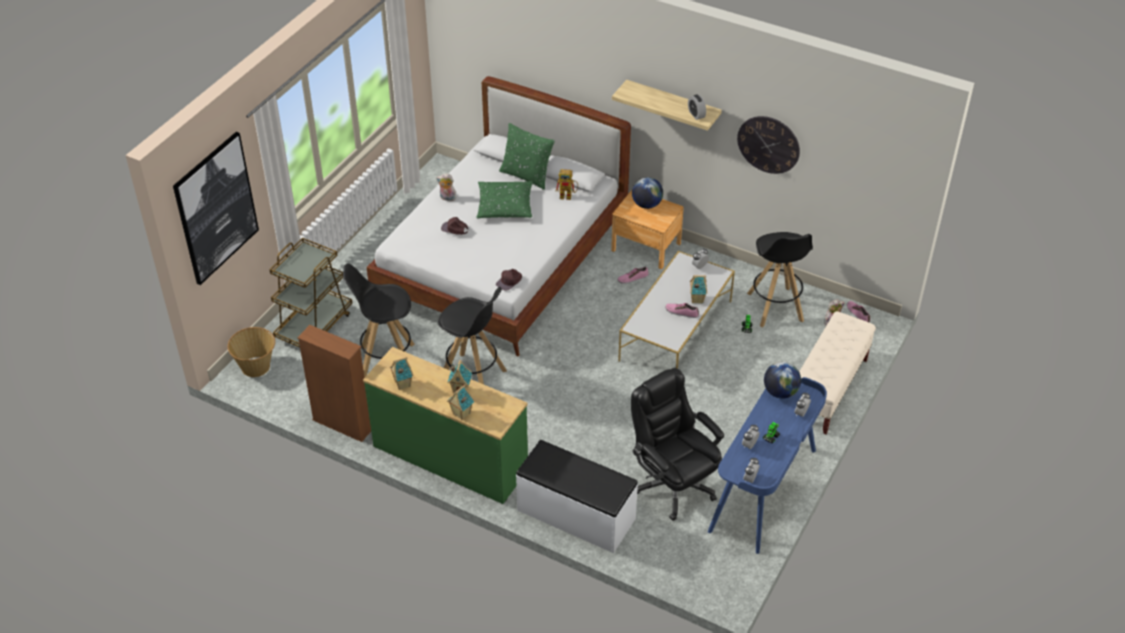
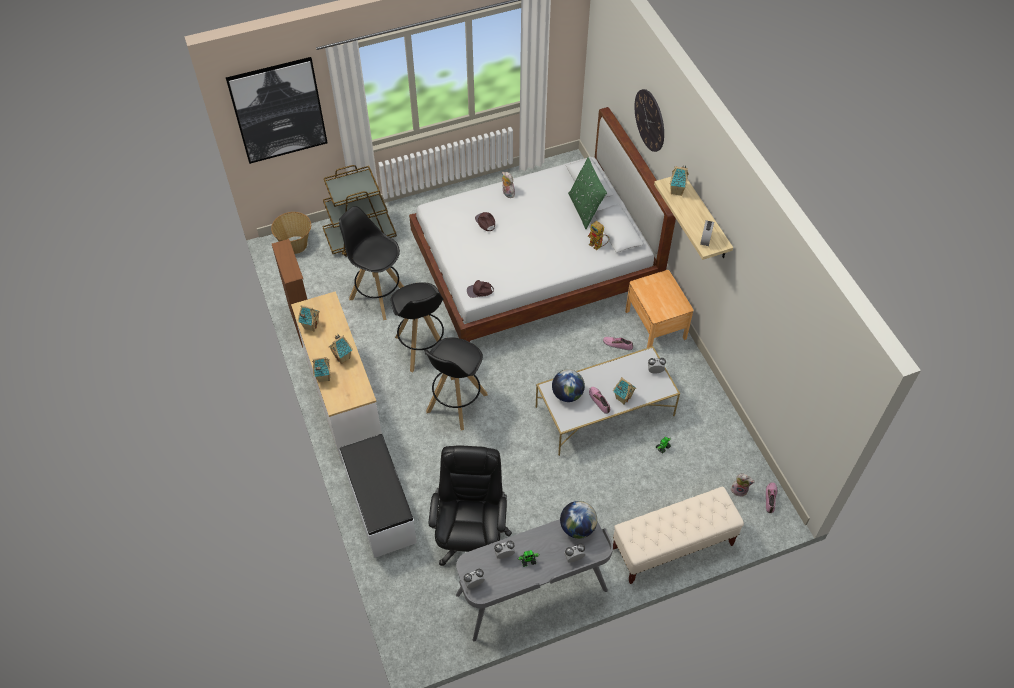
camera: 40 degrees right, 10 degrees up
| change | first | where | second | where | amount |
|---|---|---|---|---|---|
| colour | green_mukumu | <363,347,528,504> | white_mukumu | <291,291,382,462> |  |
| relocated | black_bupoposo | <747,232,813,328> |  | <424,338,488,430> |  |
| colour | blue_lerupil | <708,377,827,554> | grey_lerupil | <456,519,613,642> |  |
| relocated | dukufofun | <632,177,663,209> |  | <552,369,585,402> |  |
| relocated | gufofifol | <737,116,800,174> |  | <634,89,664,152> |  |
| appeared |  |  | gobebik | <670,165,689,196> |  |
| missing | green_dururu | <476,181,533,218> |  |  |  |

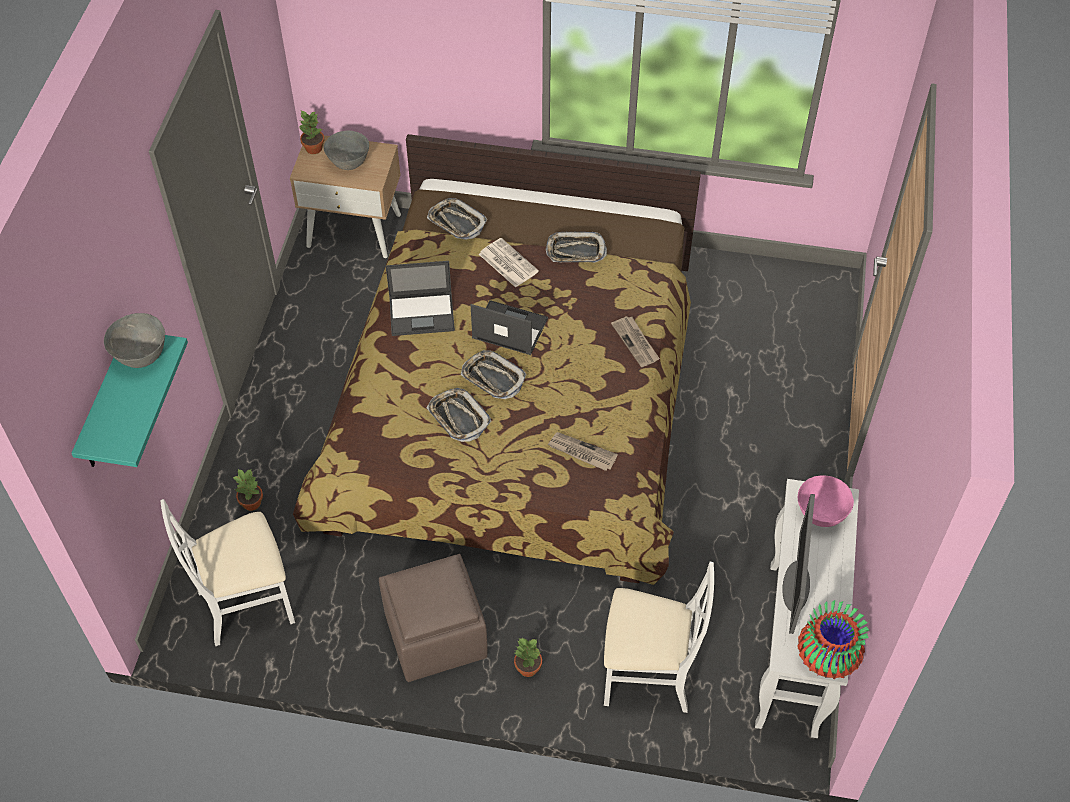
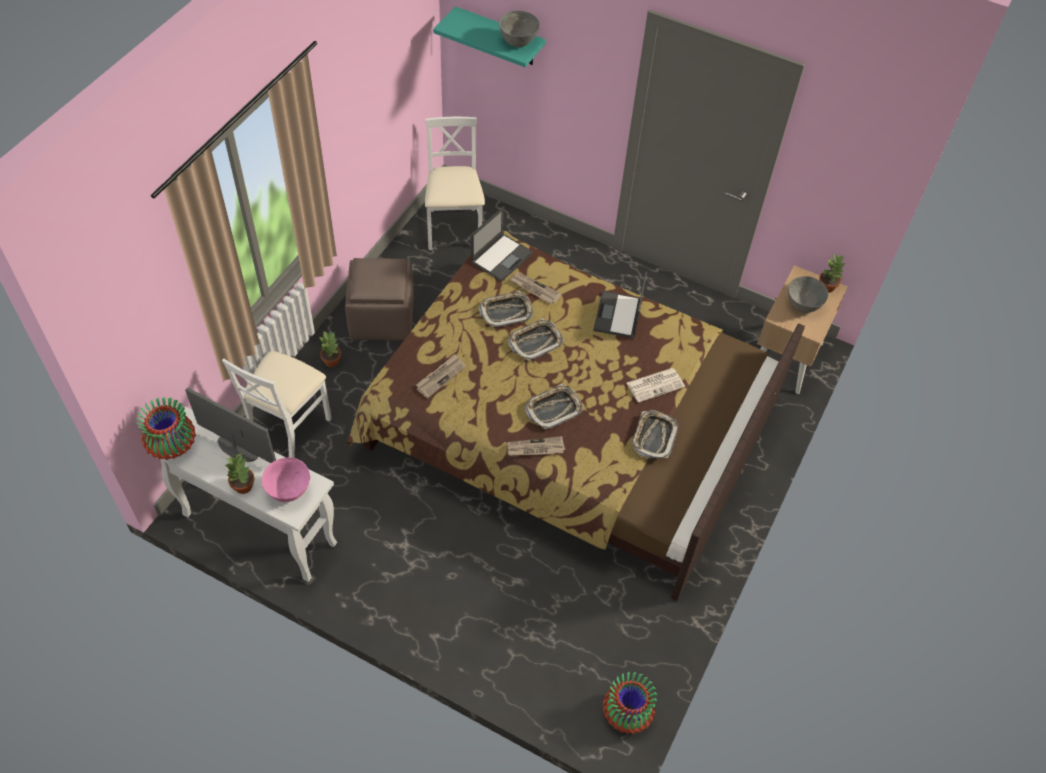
camera: 105 degrees right, 0 degrees up
| change | first | where | second | where | amount |
|---|---|---|---|---|---|
| relocated | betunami | <232,469,263,511> |  | <224,453,255,494> |  |
| relocated | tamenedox | <470,300,548,355> |  | <471,206,533,282> |  |
| appeared |  |  | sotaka | <510,272,562,304> |  |
| relocated | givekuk | <427,198,488,240> |  | <525,384,583,430> |  |
| appeared |  |  | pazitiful | <603,671,657,734> |  |

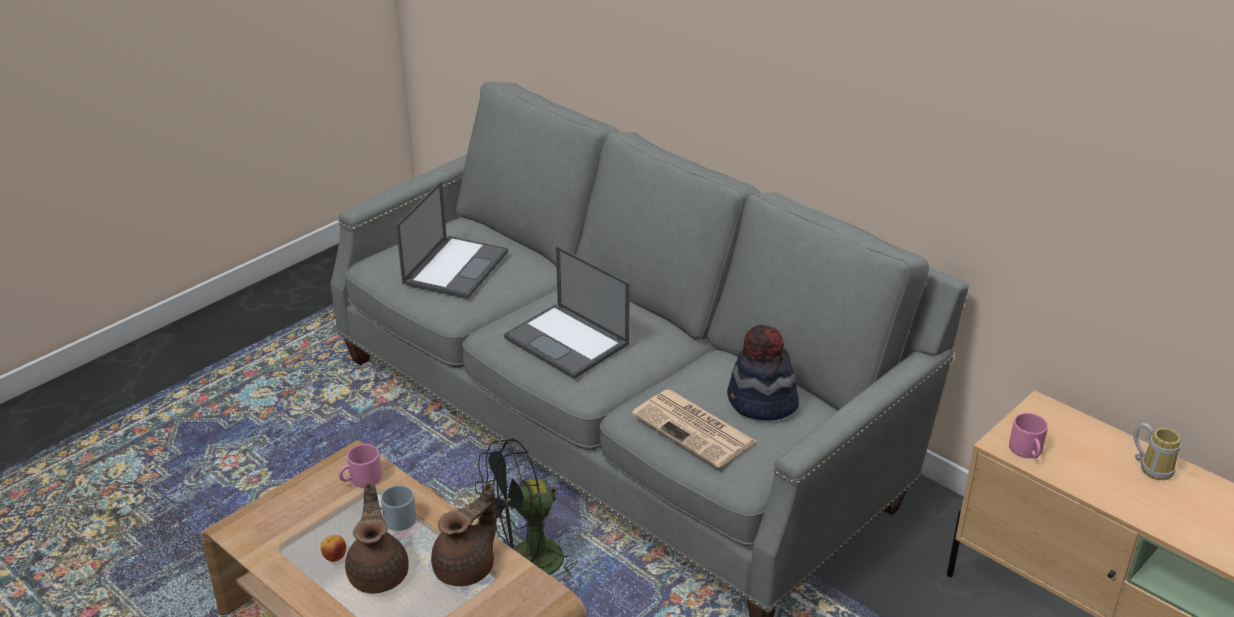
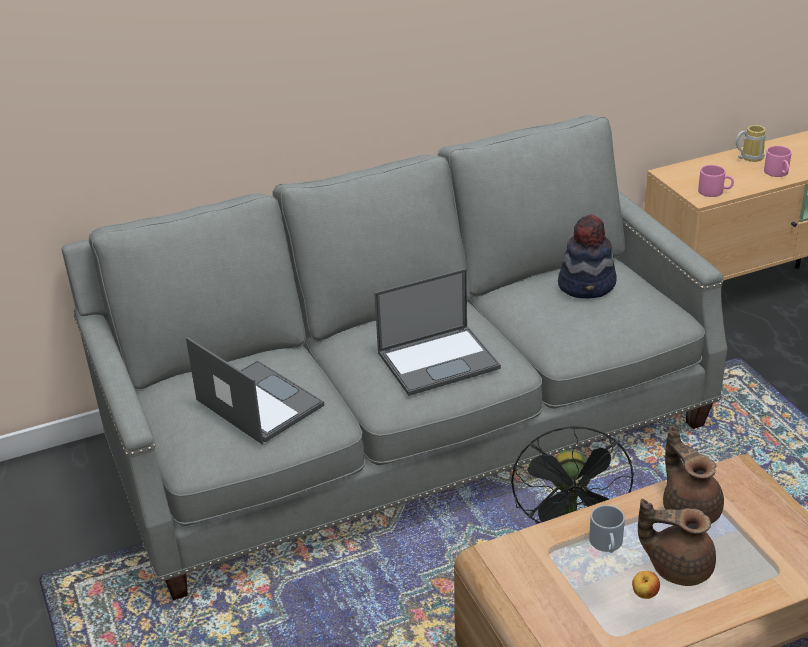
camera: 65 degrees left, 0 degrees up
| change | first | where | second | where | amount |
|---|---|---|---|---|---|
| relocated | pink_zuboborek | <339,444,382,488> |  | <764,146,792,177> |  |
| missing | sotaka | <632,389,757,468> |  |  |  |

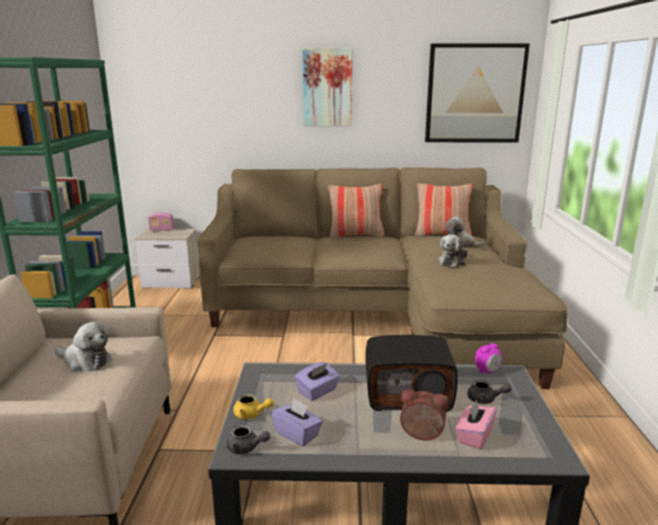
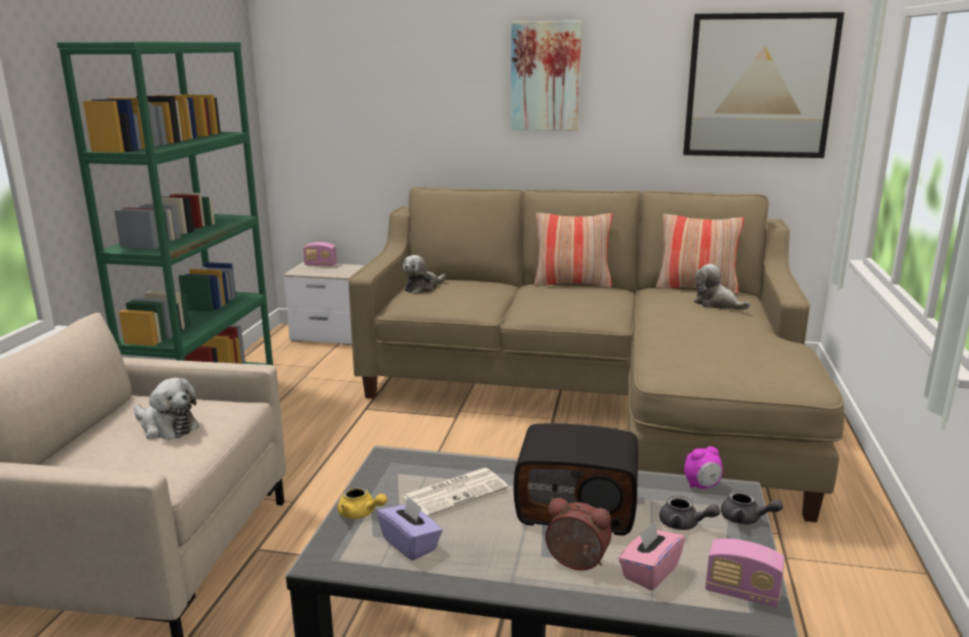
camera: 10 degrees right, 0 degrees up
| change | first | where | second | where | amount |
|---|---|---|---|---|---|
| relocated | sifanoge | <438,234,468,268> |  | <403,255,446,294> |  |
| exchanged | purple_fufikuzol | <295,362,340,401> | sotaka | <403,468,509,516> |  |
| appeared |  |  | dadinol | <705,539,785,608> |  |
| relocated | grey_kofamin | <226,425,270,454> |  | <721,490,783,524> |  |

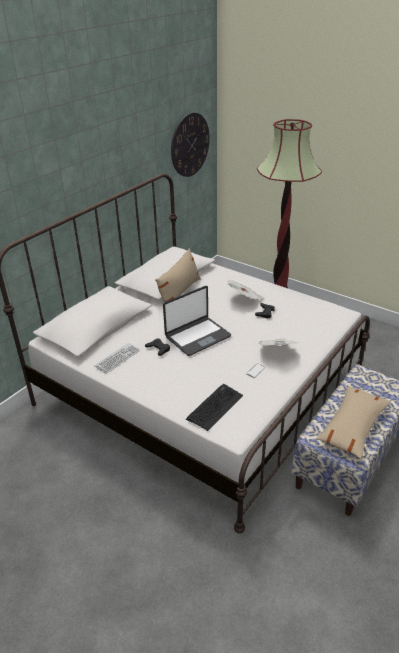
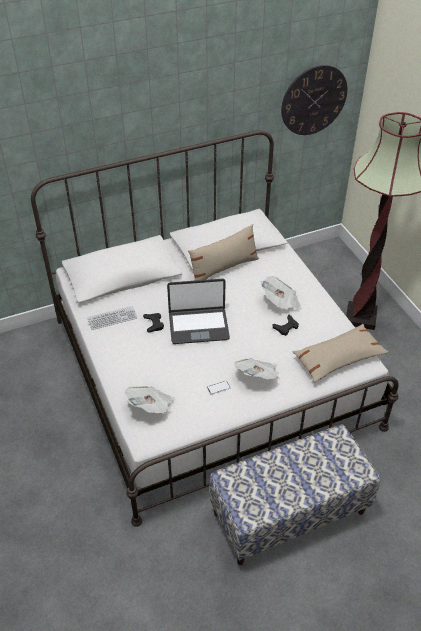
camera: 30 degrees right, 10 degrees up
| change | first | where | second | where | amount |
|---|---|---|---|---|---|
| exchanged | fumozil | <186,384,243,431> | sotaka | <125,386,175,413> |  |
| relocated | beige_dururu | <316,386,391,459> |  | <293,324,389,383> |  |

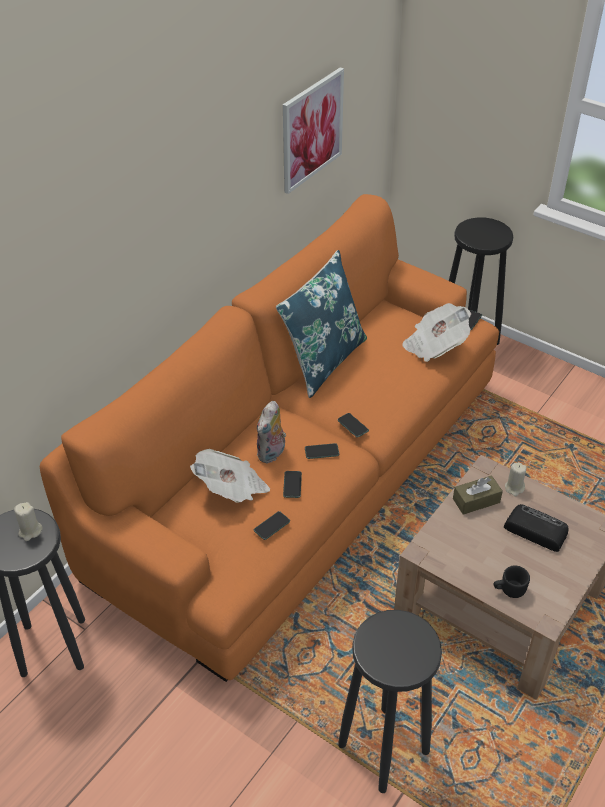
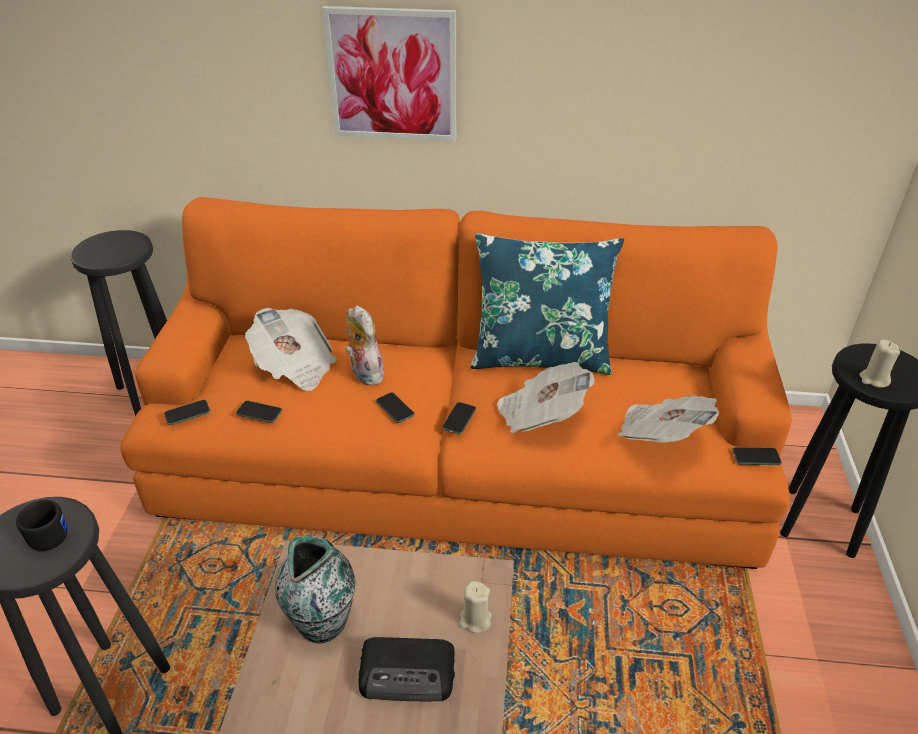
camera: 60 degrees right, 5 degrees down
| change | first | where | second | where | amount |
|---|---|---|---|---|---|
| relocated | black_zuboborek | <494,565,530,598> |  | <16,500,68,551> |  |
| relocated | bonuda | <283,471,302,498> |  | <164,400,210,425> |  |
| appeared |  |  | pazitiful | <275,536,356,644> |  |
| relocated | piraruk | <283,68,344,194> |  | <322,6,456,141> |  |
| spun | sifanoge | <257,401,286,463> |  | <345,305,387,386> | 60 degrees clockwise |
| spun | dadinol | <504,504,568,552> |  | <359,637,455,701> | 90 degrees clockwise |
| appeared |  |  | sotaka | <497,362,595,433> |  |
| relocated | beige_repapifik | <14,502,43,541> |  | <859,339,900,388> |  |
| missing | brown_fufikuzol | <453,476,503,515> |  |  |  |

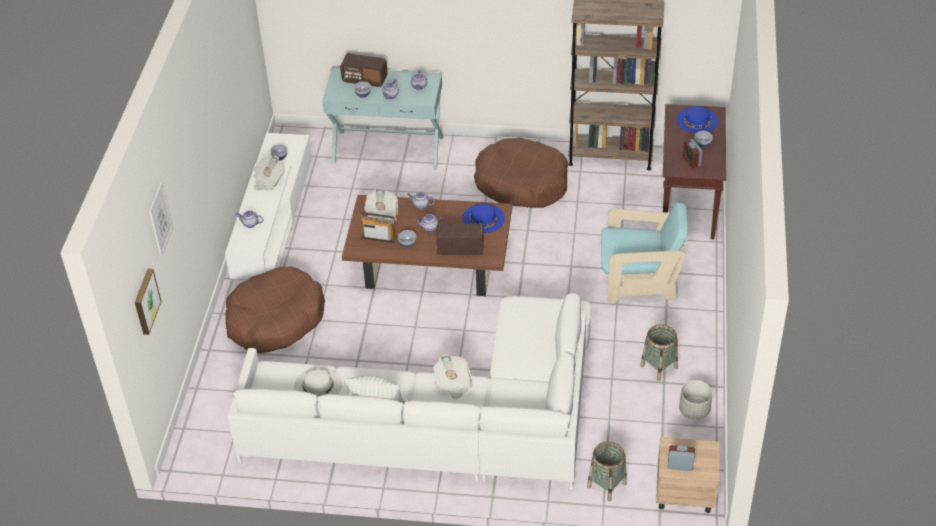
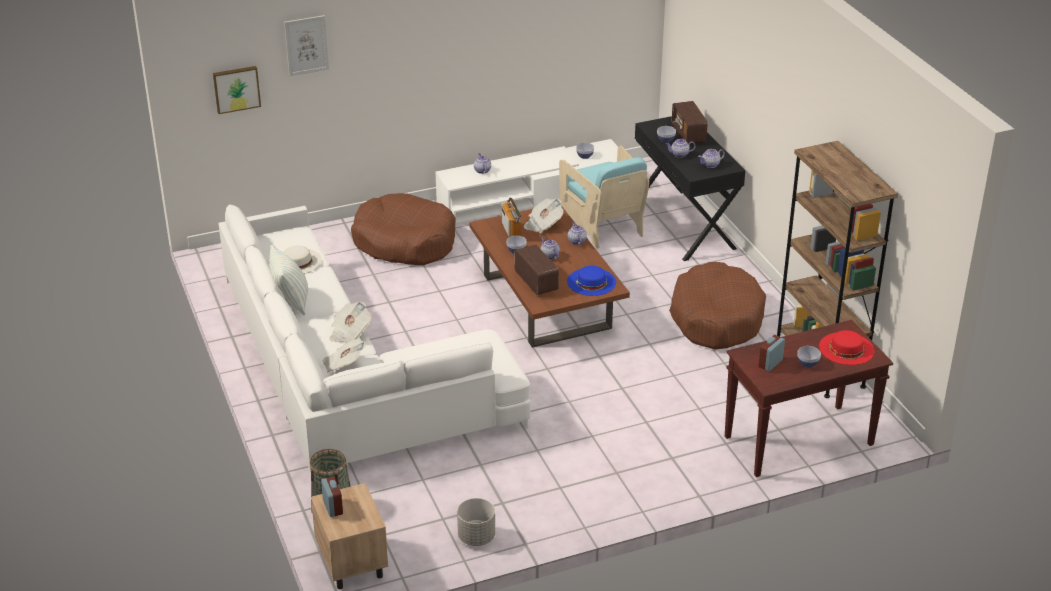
camera: 60 degrees right, 10 degrees down
| change | first | where | second | where | amount |
|---|---|---|---|---|---|
| relocated | sotaka | <253,155,285,190> |  | <323,338,365,372> |  |
| relocated | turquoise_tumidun | <601,202,688,302> |  | <559,146,649,249> |  |
| colour | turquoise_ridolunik | <322,68,443,170> | black_ridolunik | <635,116,746,261> |  |
| colour | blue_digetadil | <676,106,718,133> | red_digetadil | <819,330,875,365> |  |
| missing | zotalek | <640,324,678,381> |  |  |  |

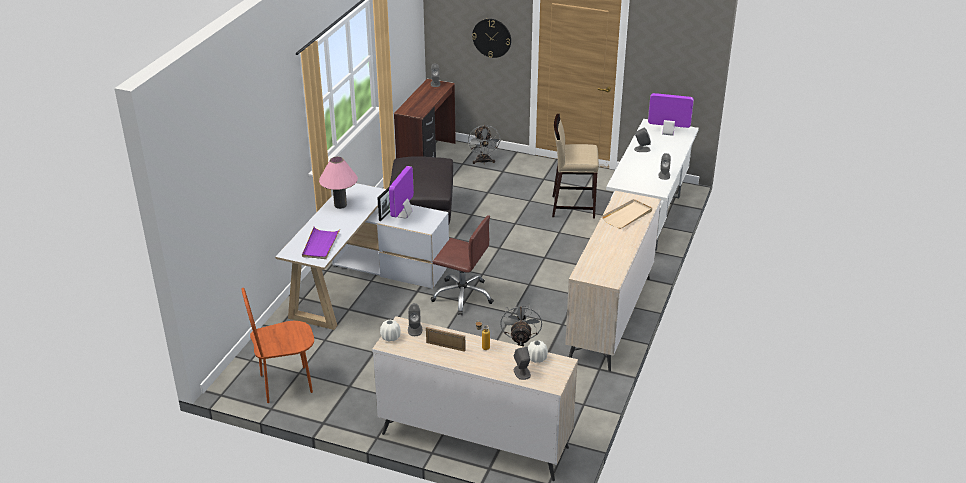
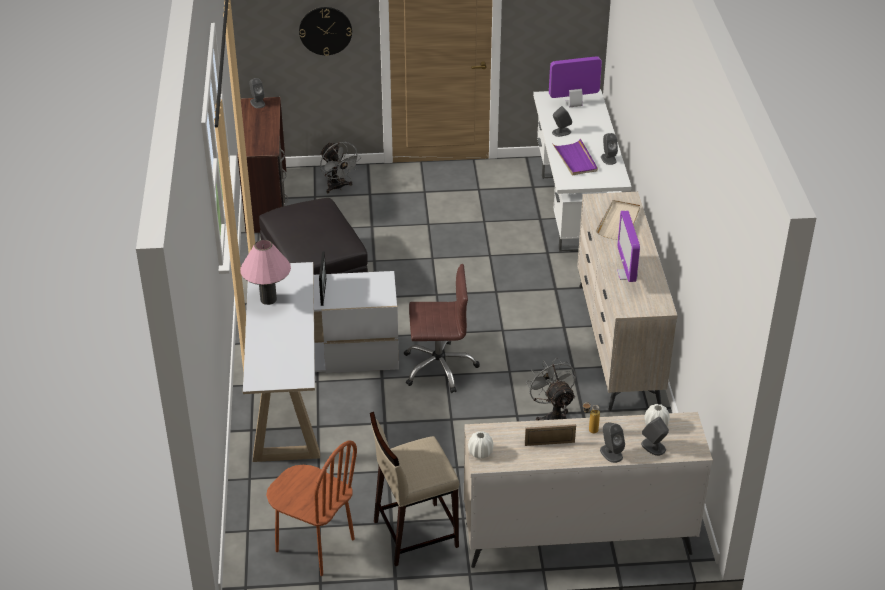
camera: 25 degrees left, 5 degrees up
| change | first | where | second | where | amount |
|---|---|---|---|---|---|
| spun | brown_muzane | <241,288,314,403> |  | <266,440,357,576> | 105 degrees counterclockwise |
| relocated | beige_bupoposo | <552,114,599,219> |  | <370,412,459,566> |  |
| relocated | purple_givekuk | <302,227,340,259> |  | <552,138,598,176> |  |
| relocated | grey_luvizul | <408,303,422,336> |  | <600,422,625,463> |  |
| relocated | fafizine | <389,166,414,219> |  | <617,211,640,282> |  |

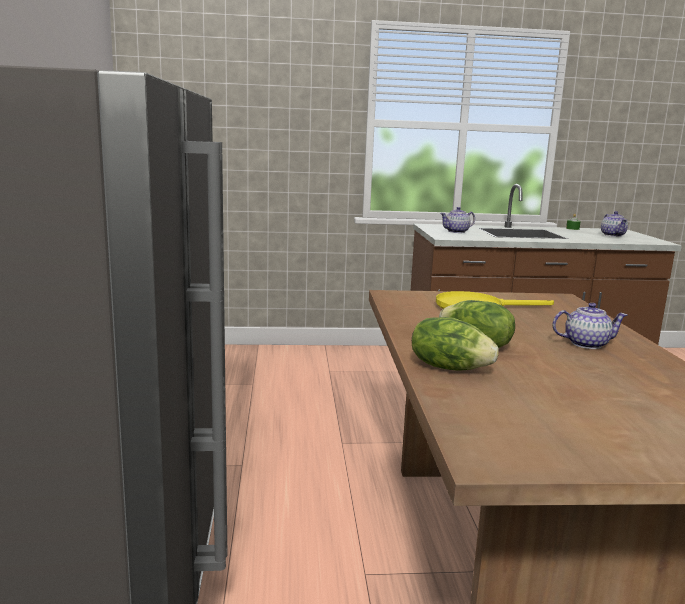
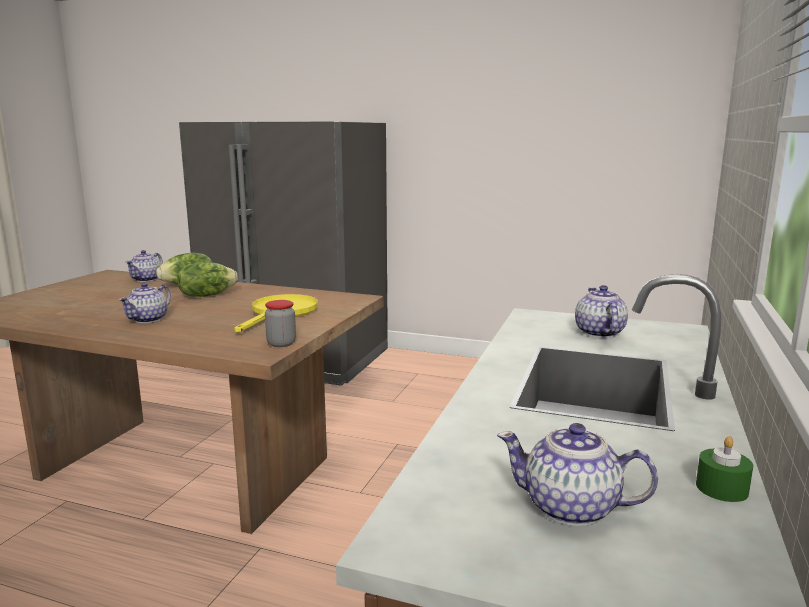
camera: 115 degrees right, 0 degrees up
| change | first | where | second | where | amount |
|---|---|---|---|---|---|
| appeared |  |  | kofamin | <125,250,163,282> |  |
| appeared |  |  | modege | <265,300,296,347> |  |

